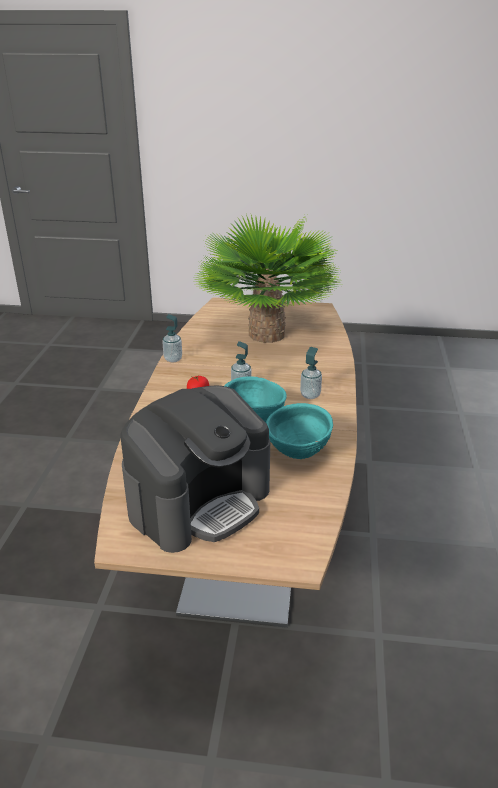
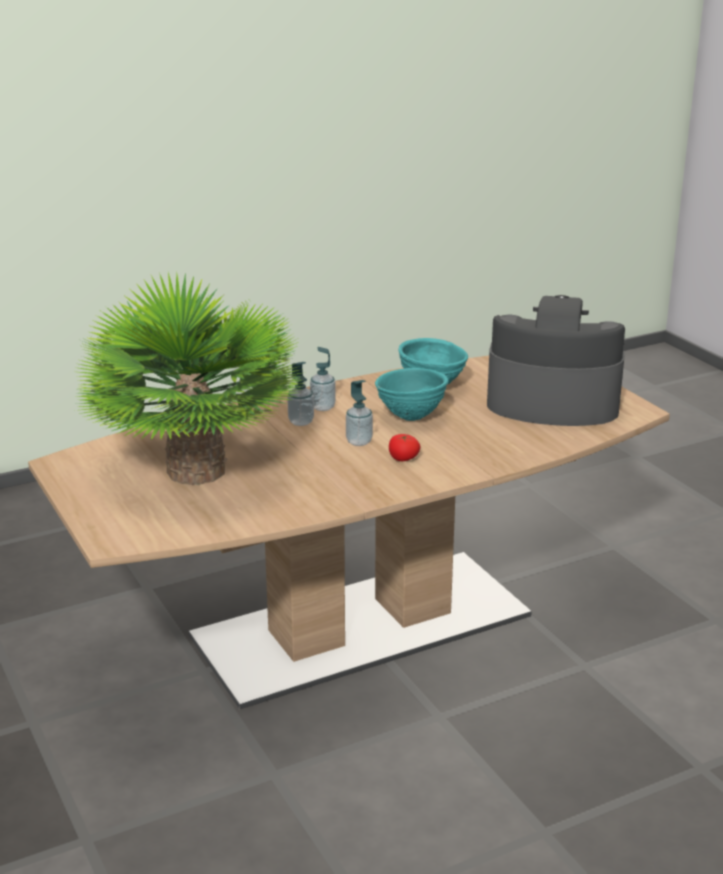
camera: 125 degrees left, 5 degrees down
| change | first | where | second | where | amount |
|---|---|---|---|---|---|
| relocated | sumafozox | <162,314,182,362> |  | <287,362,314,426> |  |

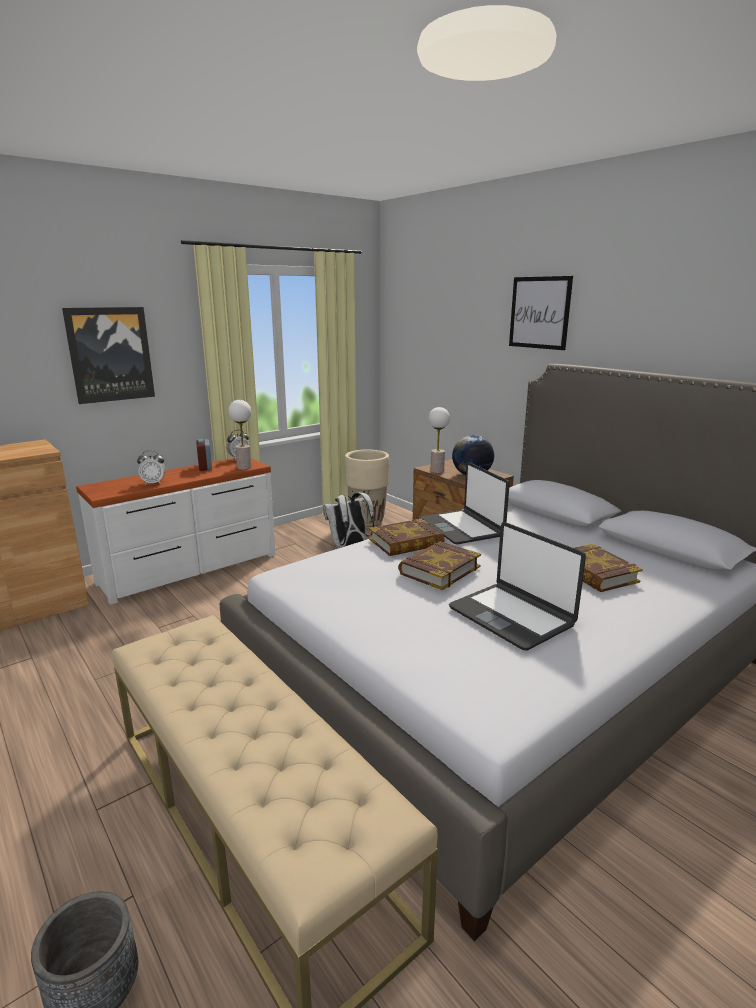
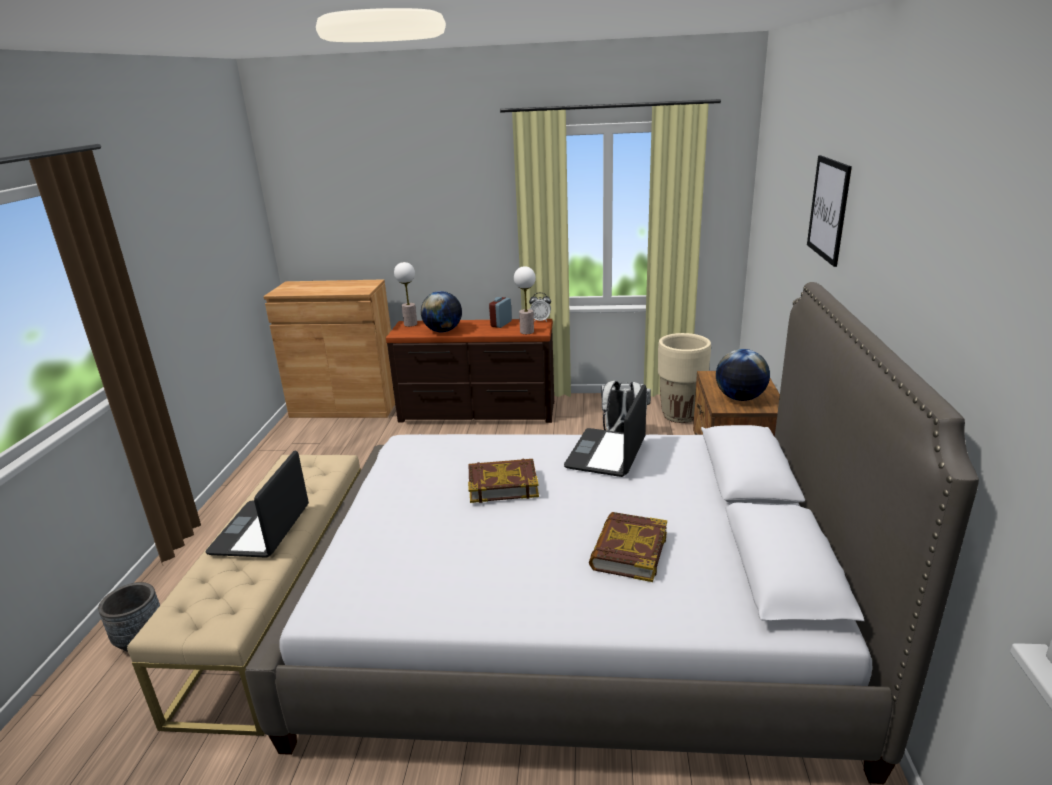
camera: 45 degrees right, 5 degrees up
| change | first | where | second | where | amount |
|---|---|---|---|---|---|
| relocated | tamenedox | <449,522,586,651> |  | <206,451,309,558> |  |
| colour | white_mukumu | <76,458,276,605> | brown_mukumu | <386,319,554,423> |  |
| relocated | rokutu | <429,407,450,473> |  | <394,262,417,327> |  |
| exchanged | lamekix | <137,450,166,485> | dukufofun | <421,291,462,332> |  |
| missing | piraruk | <62,307,155,404> |  |  |  |
| missing | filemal | <369,519,445,556> |  |  |  |

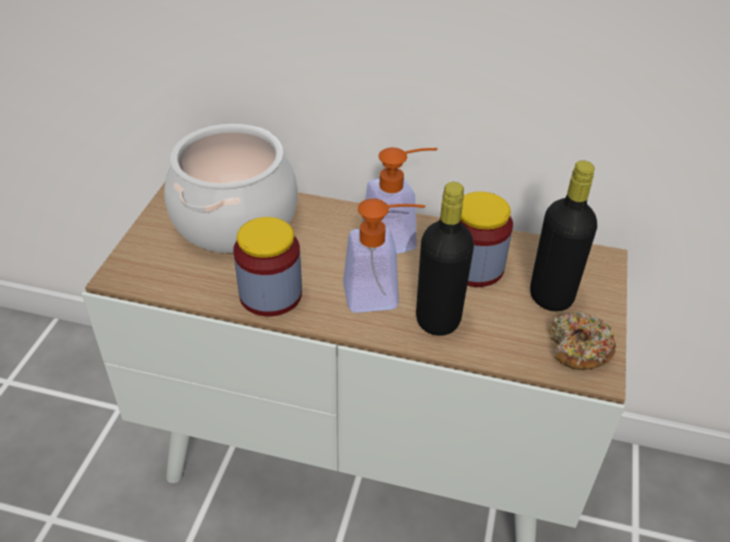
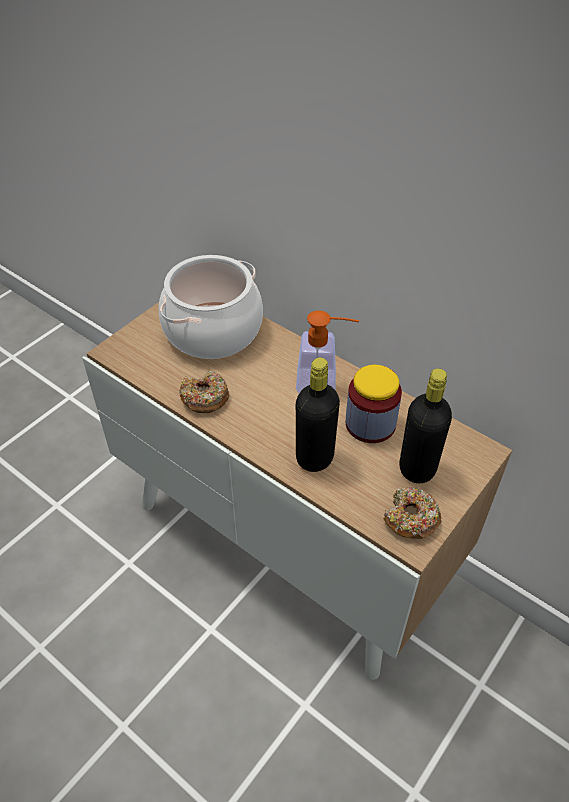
camera: 25 degrees right, 5 degrees up
| change | first | where | second | where | amount |
|---|---|---|---|---|---|
| exchanged | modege | <233,217,302,316> | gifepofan | <179,371,229,413> |  |
| missing | sumafozox | <343,198,425,313> |  |  |  |

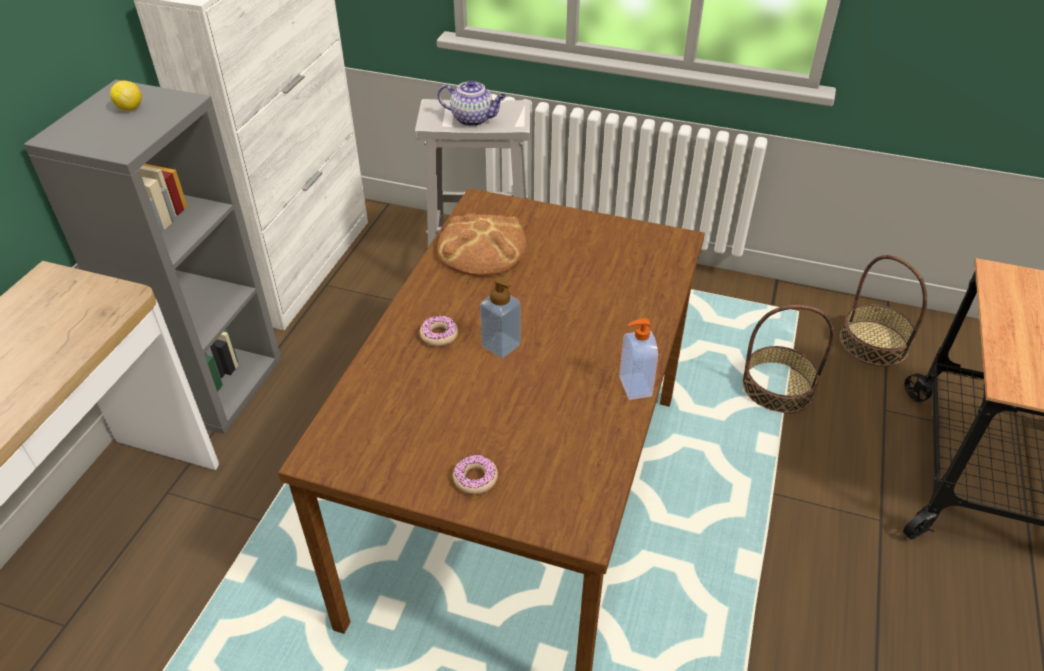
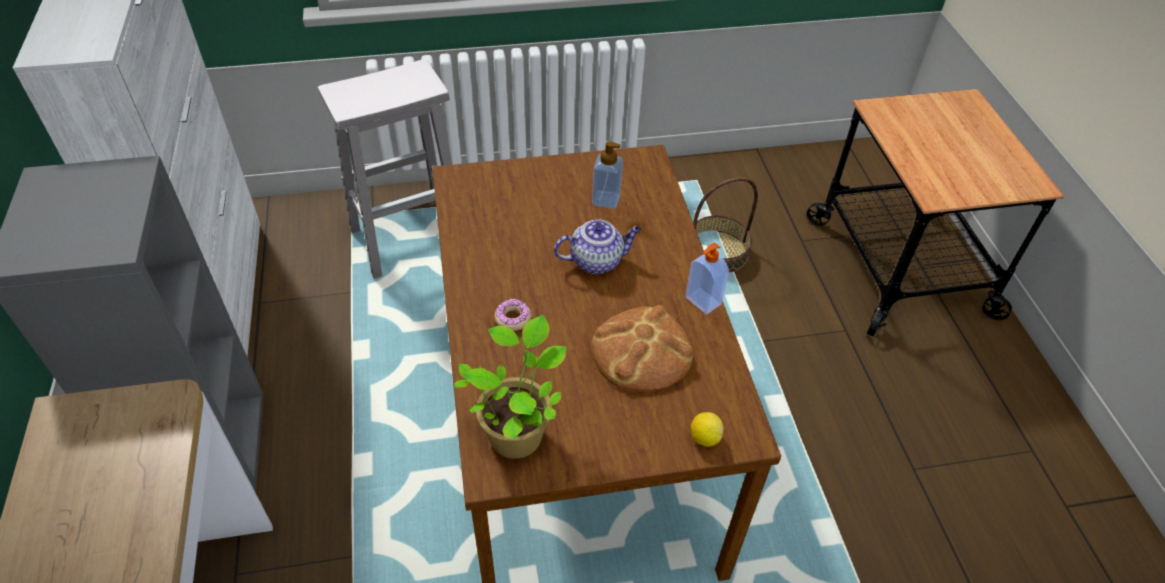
camera: 30 degrees left, 5 degrees up
| change | first | where | second | where | amount |
|---|---|---|---|---|---|
| appeared |  |  | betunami | <455,315,567,459> |  |
| relocated | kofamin | <438,80,506,126> |  | <554,219,641,274> |  |
| relocated | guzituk | <437,214,527,276> |  | <591,305,693,392> |  |
| relocated | sumafozox | <480,277,521,358> |  | <592,141,623,209> |  |
| relocated | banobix | <110,81,142,111> |  | <691,412,724,447> |  |
| missing | gifepofan | <453,454,498,494> |  |  |  |
| missing | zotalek | <840,255,927,367> |  |  |  |

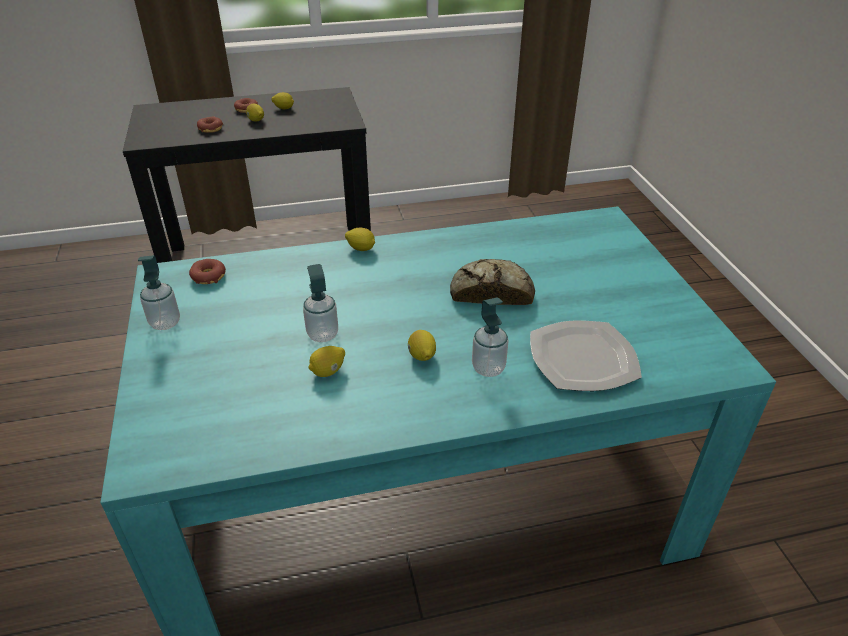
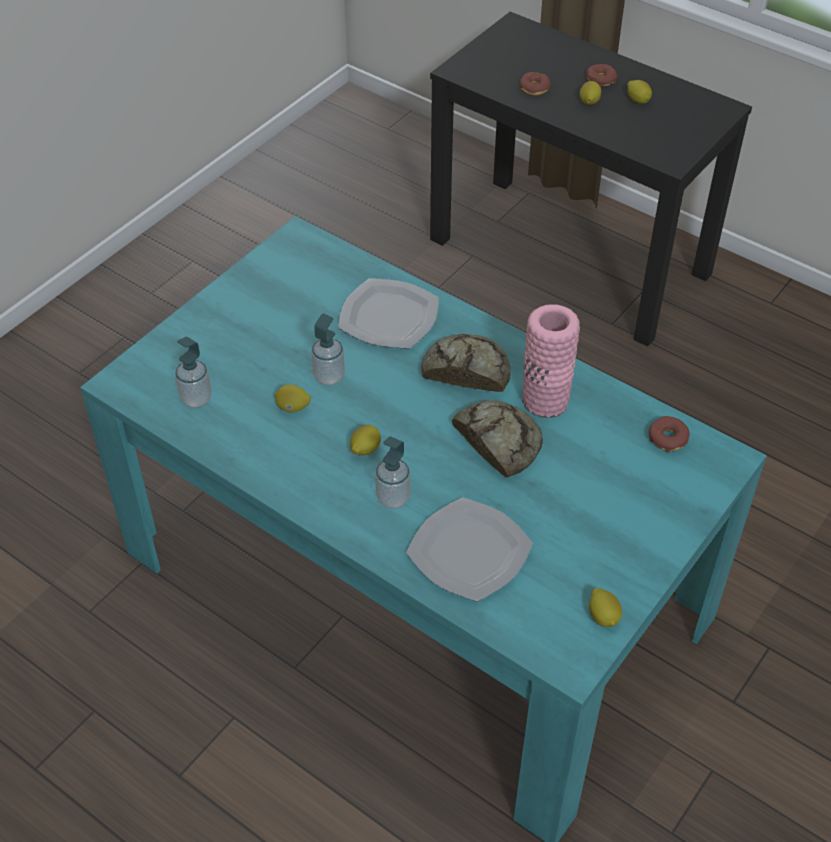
camera: 50 degrees right, 10 degrees up
| change | first | where | second | where | amount |
|---|---|---|---|---|---|
| relocated | sumafozox | <138,255,180,330> |  | <175,337,211,407> |  |
| appeared |  |  | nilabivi | <338,278,439,349> |  |
| appeared |  |  | guzituk | <421,334,511,392> |  |
| appeared |  |  | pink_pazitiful | <522,304,580,418> |  |
| relocated | banobix | <345,228,375,251> |  | <589,588,622,627> |  |
| relocated | gifepofan | <189,259,226,284> |  | <649,416,690,453> |  |

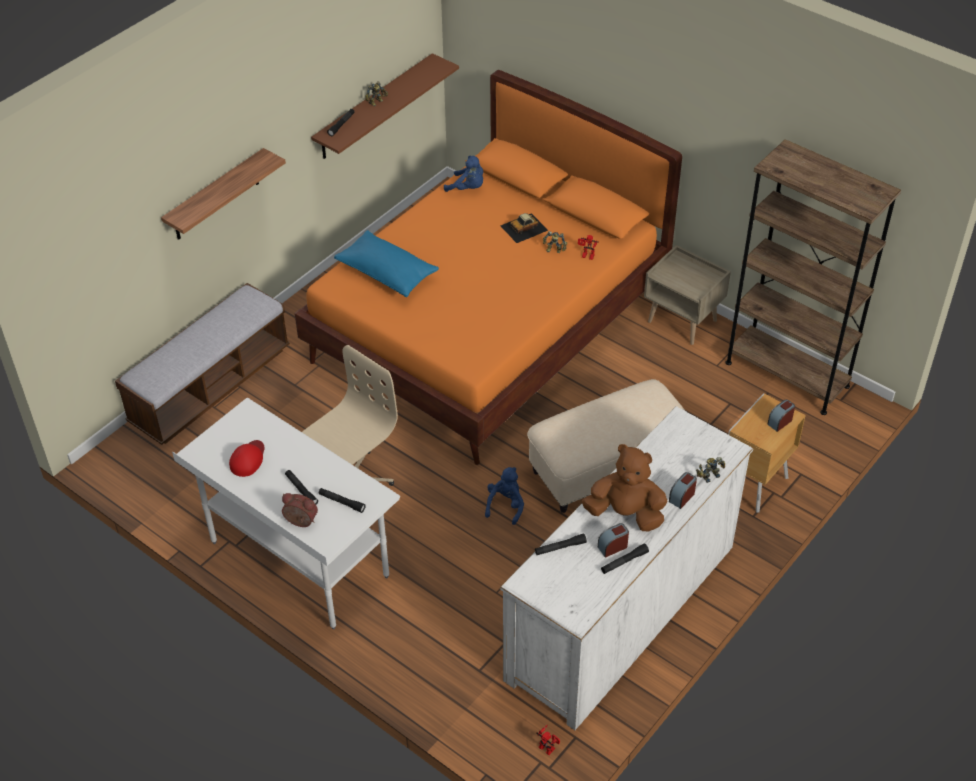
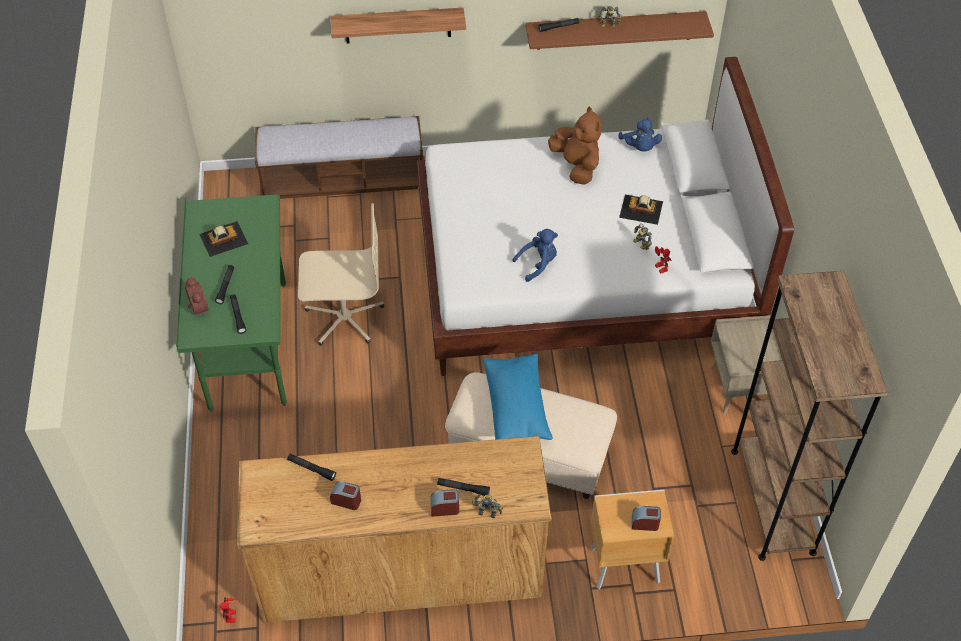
camera: 45 degrees right, 5 degrees up
| change | first | where | second | where | amount |
|---|---|---|---|---|---|
| colour | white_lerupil | <172,398,400,629> | green_lerupil | <176,194,287,412> |  |
| exchanged | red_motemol | <229,440,265,477> | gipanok | <199,221,248,257> |  |
| colour | white_mukumu | <500,406,753,730> | brown_mukumu | <237,436,552,623> |  |
| colour | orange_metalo | <294,70,682,465> | white_metalo | <417,57,794,376> |  |
| relocated | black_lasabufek | <601,543,649,574> |  | <437,478,490,496> |  |
| relocated | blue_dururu | <334,230,439,297> |  | <483,354,553,440> |  |
| relocated | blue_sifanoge | <485,467,524,525> |  | <512,229,558,282> |  |
| relocated | brown_sifanoge | <582,444,667,531> |  | <548,107,602,185> |  |

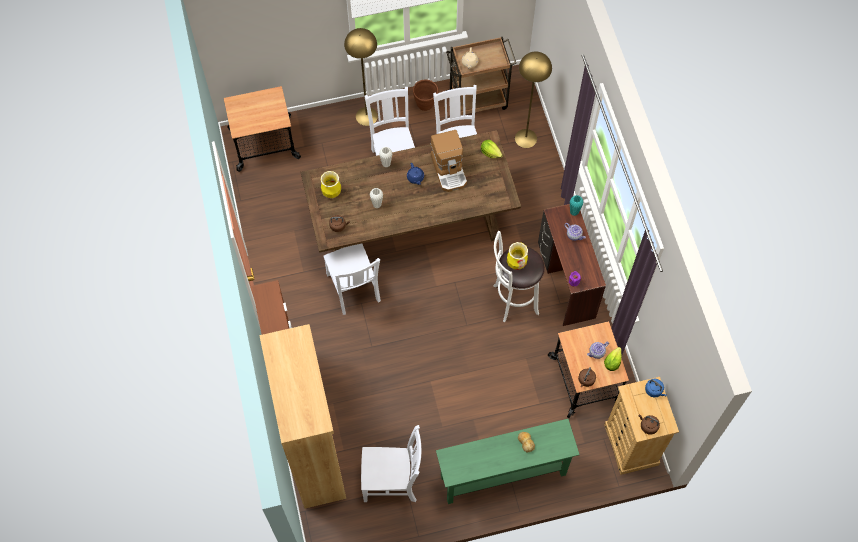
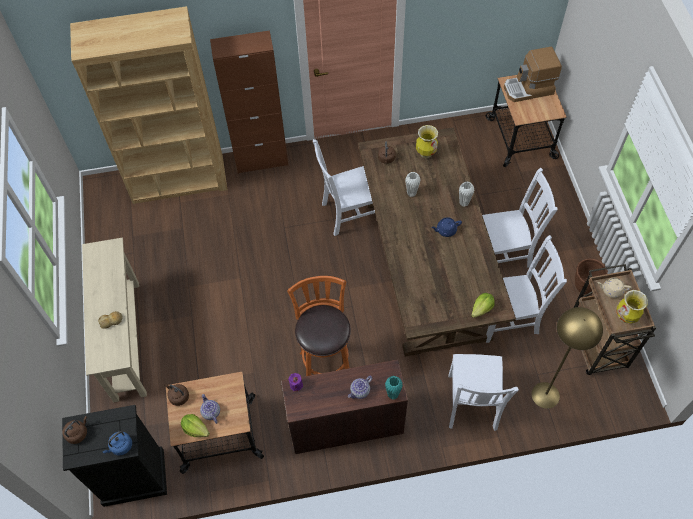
camera: 95 degrees right, 5 degrees down
| change | first | where | second | where | amount |
|---|---|---|---|---|---|
| colour | beige_mukumu | <604,377,679,475> | black_mukumu | <62,405,167,507> |  |
| colour | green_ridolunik | <436,419,580,504> | beige_ridolunik | <82,237,147,402> |  |
| colour | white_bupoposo | <493,231,545,322> | orange_bupoposo | <287,276,351,376> |  |
| relocated | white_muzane | <361,425,422,502> |  | <449,354,519,431> |  |
| relocated | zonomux | <431,130,467,192> |  | <504,47,562,102> |  |
| relocated | pazitiful | <507,242,528,270> |  | <616,290,648,324> |  |
| missing | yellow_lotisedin | <344,28,378,126> |  |  |  |

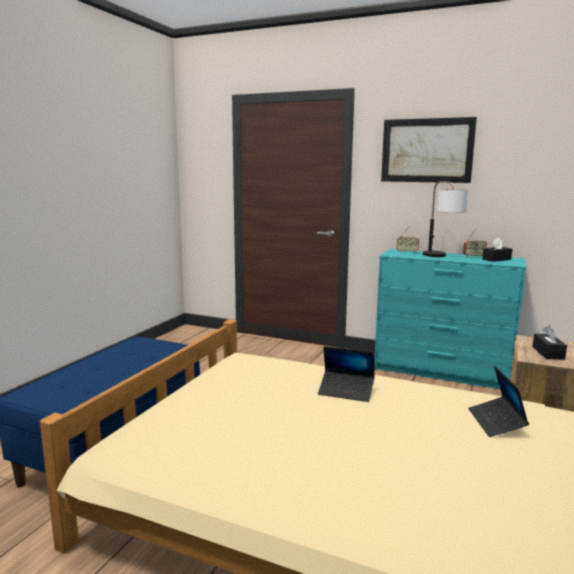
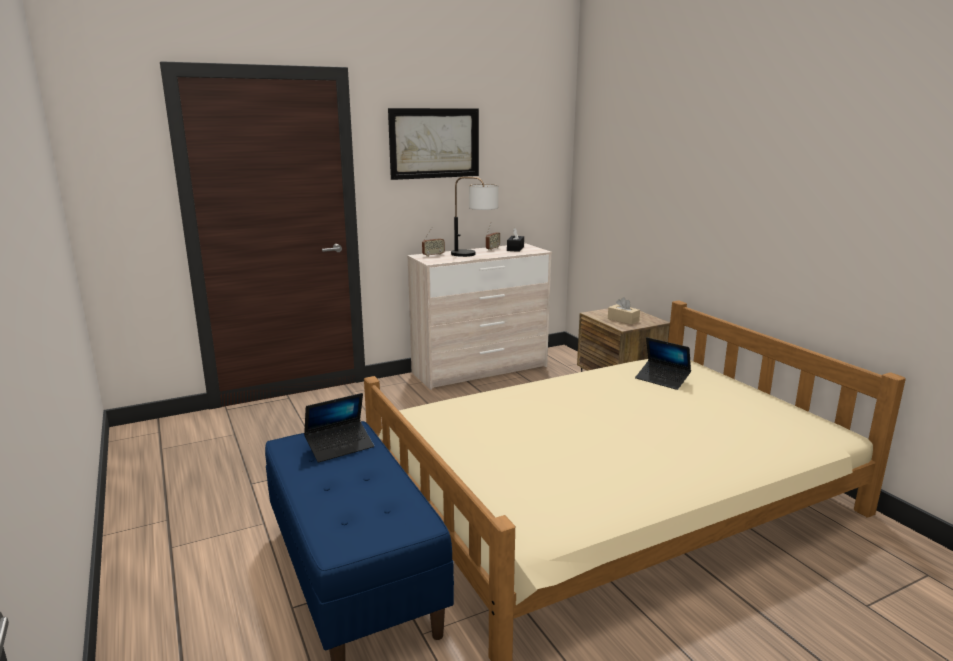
camera: 50 degrees left, 5 degrees up
| change | first | where | second | where | amount |
|---|---|---|---|---|---|
| relocated | tamenedox | <318,346,375,402> |  | <304,393,374,463> |  |
| colour | turquoise_mukumu | <374,249,527,389> | beige_mukumu | <407,244,552,390> |  |
| colour | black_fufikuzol | <532,325,567,360> | beige_fufikuzol | <608,297,640,324> |  |

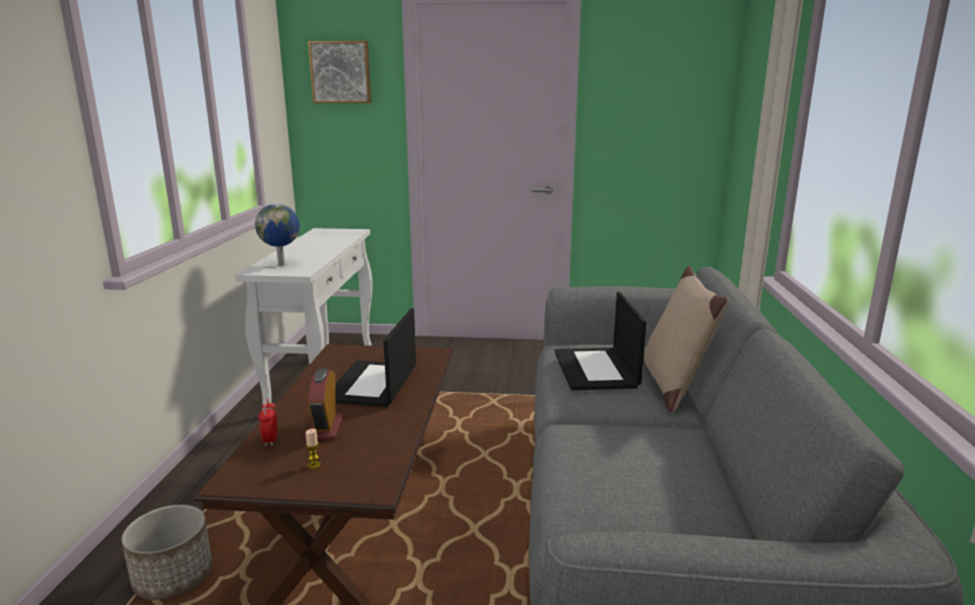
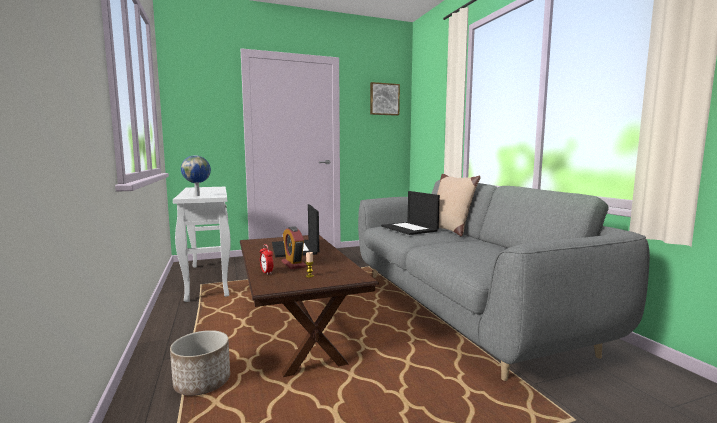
camera: 25 degrees left, 10 degrees down
| change | first | where | second | where | amount |
|---|---|---|---|---|---|
| relocated | piraruk | <308,41,371,103> |  | <370,82,400,116> |  |

